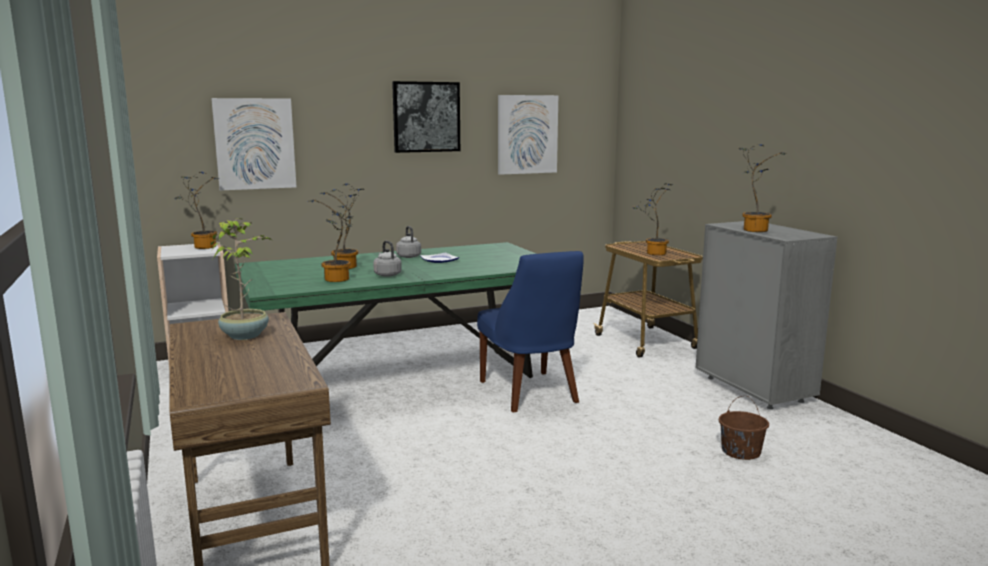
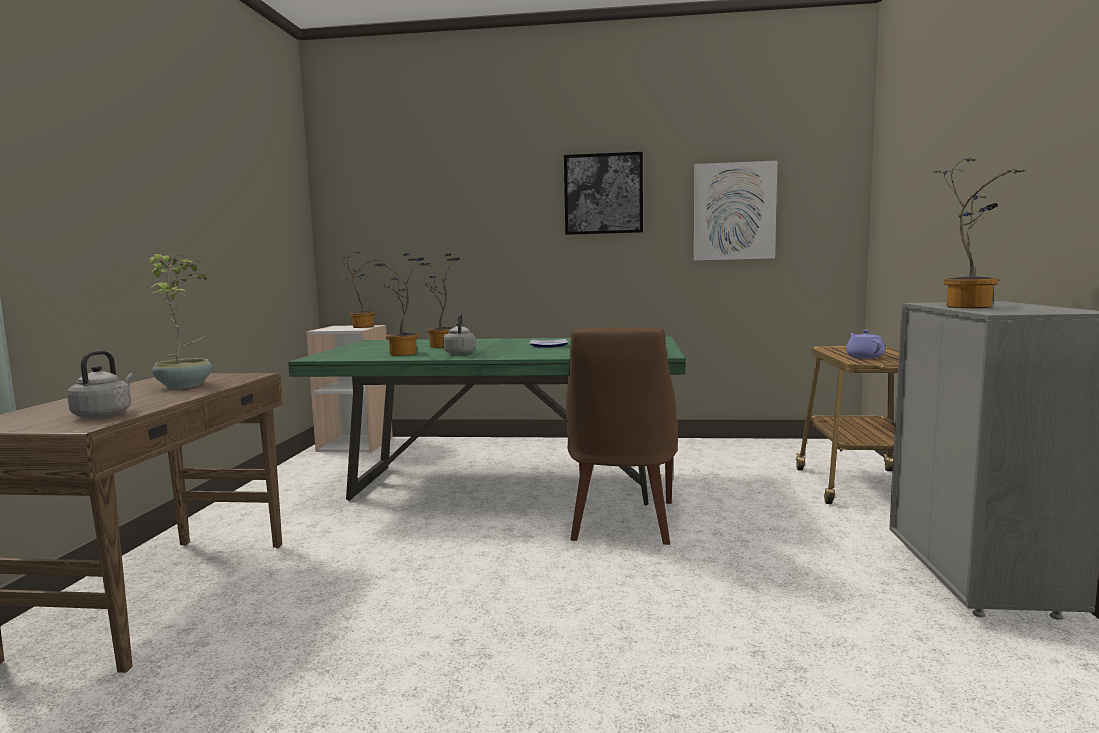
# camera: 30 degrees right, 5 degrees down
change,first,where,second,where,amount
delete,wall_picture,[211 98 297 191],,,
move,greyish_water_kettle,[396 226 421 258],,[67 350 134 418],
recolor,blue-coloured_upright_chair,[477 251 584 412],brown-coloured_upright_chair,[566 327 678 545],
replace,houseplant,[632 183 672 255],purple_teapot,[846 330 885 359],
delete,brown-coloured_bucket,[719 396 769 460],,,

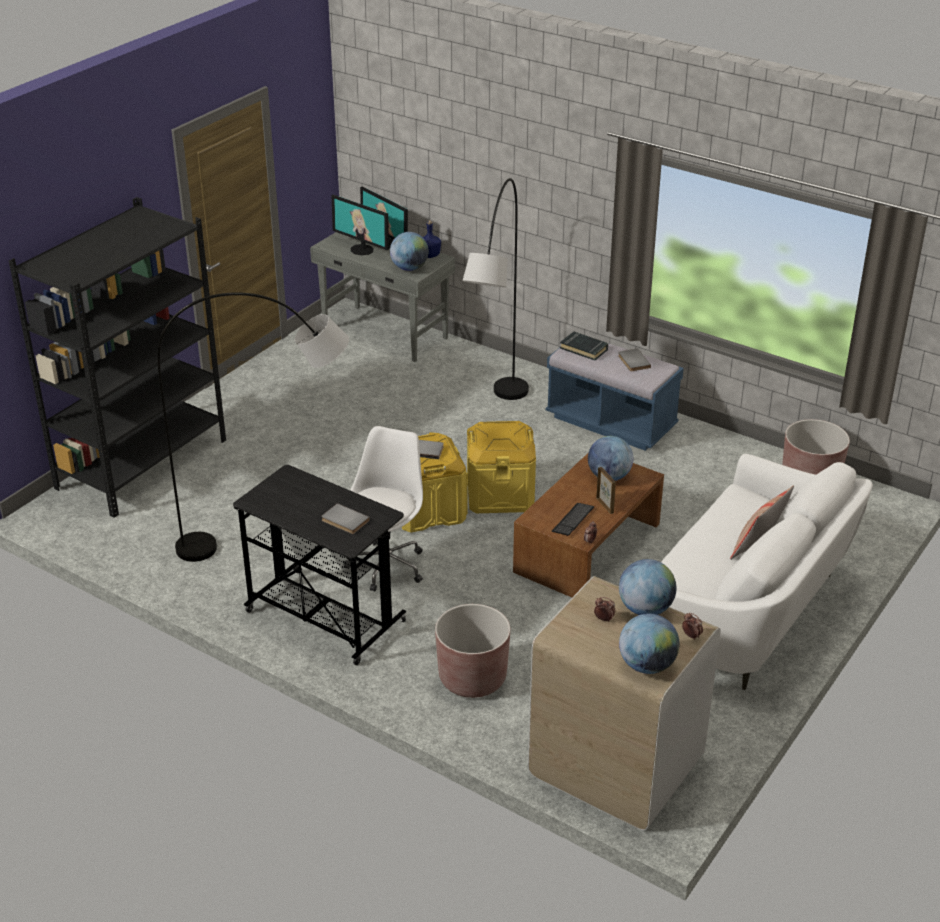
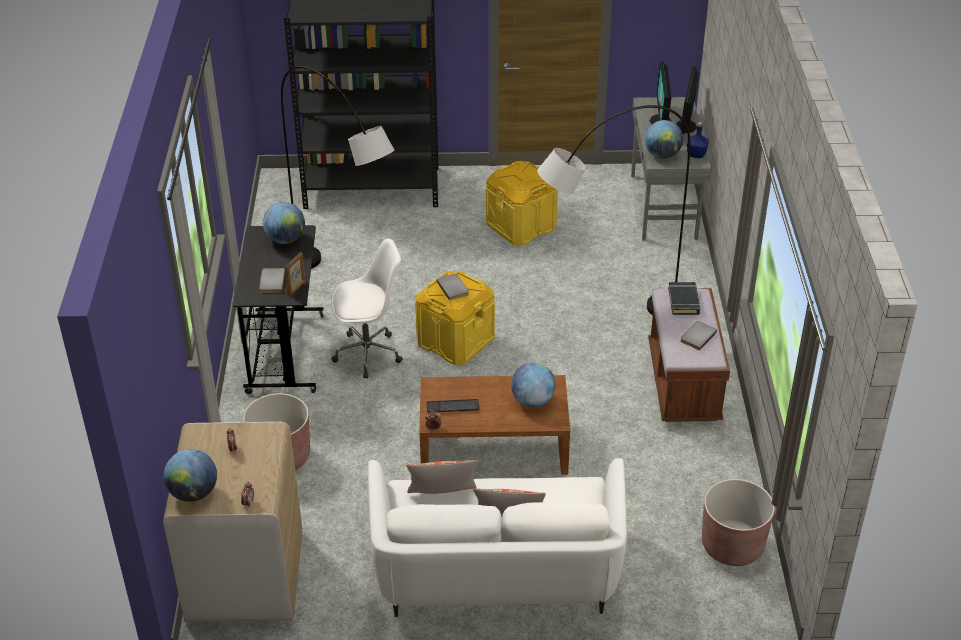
# camera: 55 degrees right, 5 degrees up
change,first,where,second,where,amount
move,yellow_storage_container,[467 421 536 513],,[486 161 558 246],
recolor,blue-coloured_long_seat,[546 343 684 451],brown-coloured_long_seat,[648 288 730 422],
move,picture_frame,[596 467 616 514],,[285 252 306 296],
move,desk_globe,[619 559 676 615],,[263 202 305 244],
insert,,,pillow,[407 460 478 494],

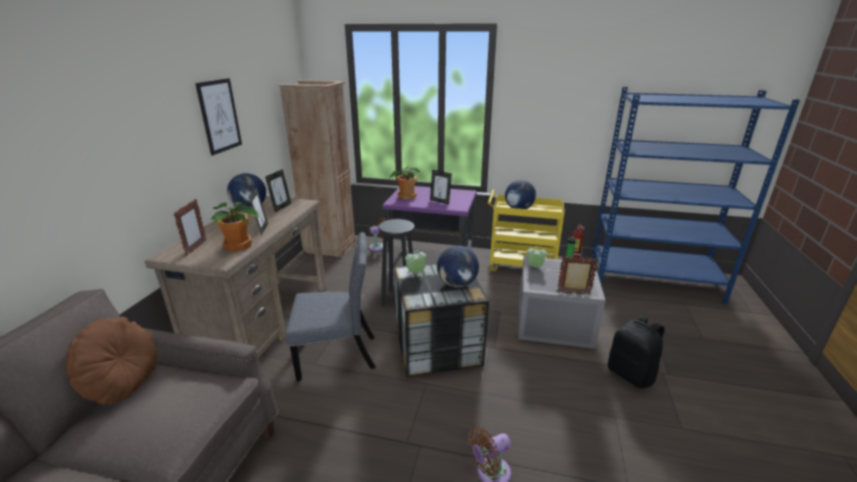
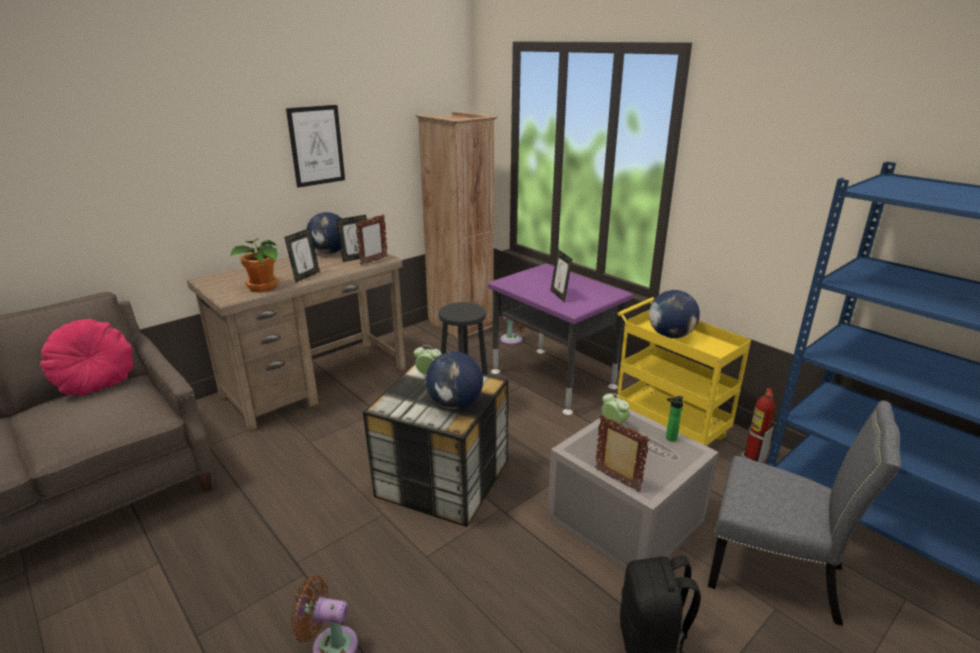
# camera: 35 degrees right, 0 degrees up
change,first,where,second,where,amount
recolor,brown-coloured_pillow,[65 316 157 404],pinkish_pillow,[40 319 133 396],
move,picture_frame,[174 199 207 256],,[355 214 388 265],
move,greyish_upright_chair,[285 232 376 381],,[708 401 901 626],
delete,houseplant,[390 166 420 200],,,

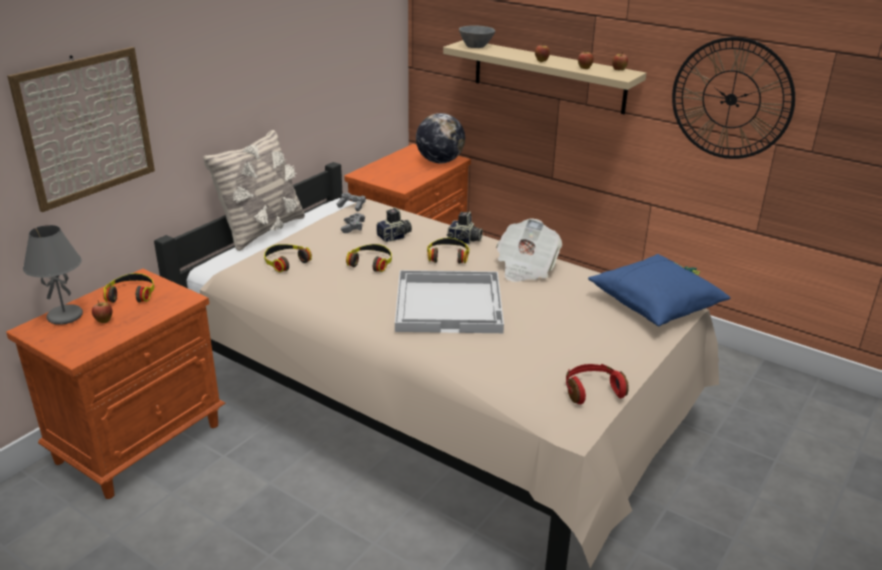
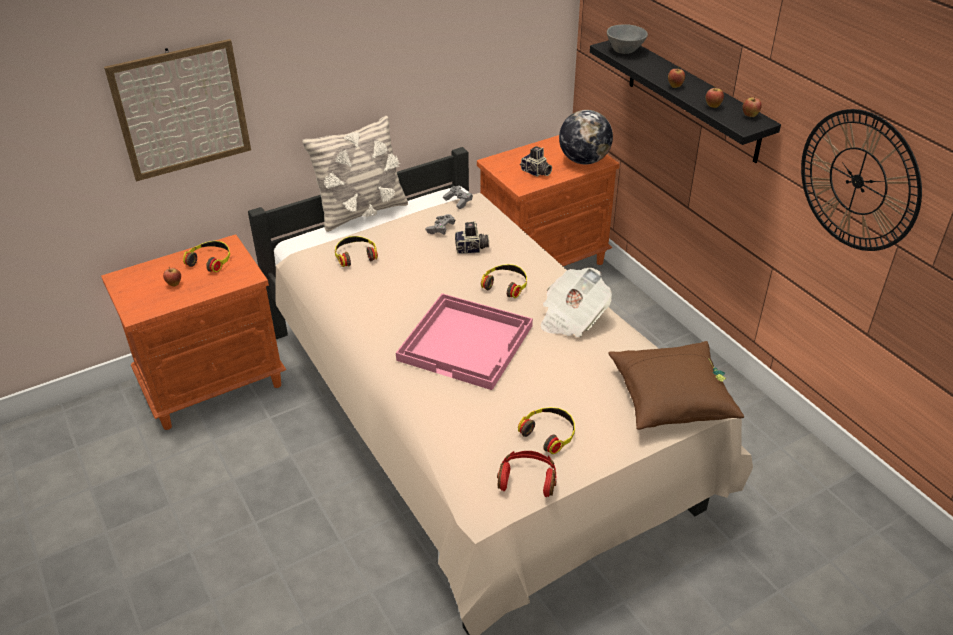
# camera: 25 degrees right, 10 degrees up
change,first,where,second,where,amount
delete,greyish_tabletop_lamp,[23 225 83 325],,,
move,headset,[346 244 392 272],,[518 407 575 454],
recolor,white_serving_tray,[395 270 504 333],pinkish_serving_tray,[396 293 533 390],
recolor,sand-coloured_bracket_shelf,[443 40 646 114],blackish_bracket_shelf,[590 40 781 163],
move,still_camera,[447 211 483 244],,[520 146 552 177],
recolor,blue-coloured_pillow,[588 254 731 326],brown-coloured_pillow,[608 341 744 430],

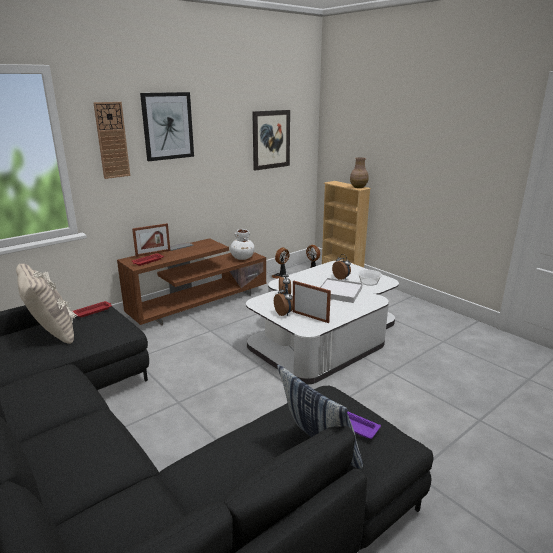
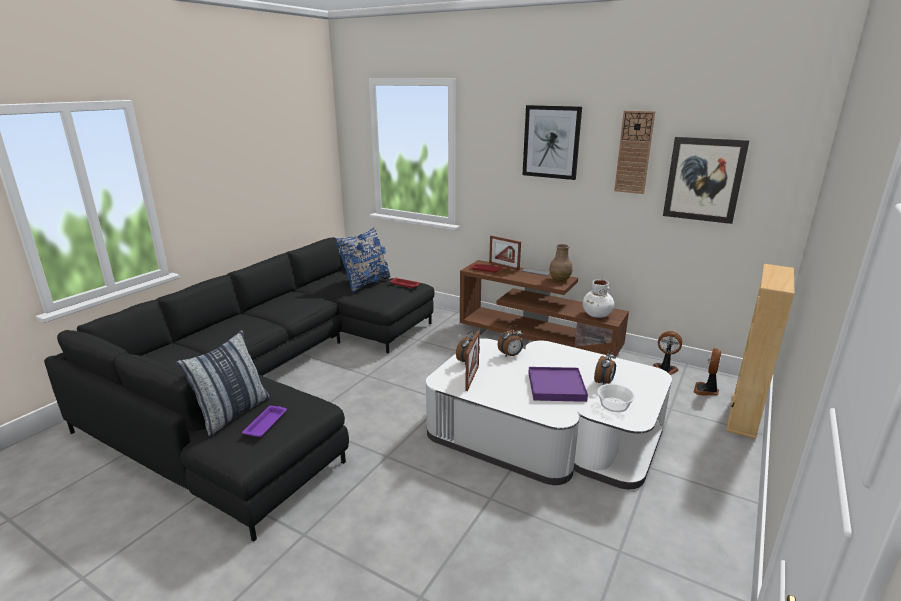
# camera: 70 degrees right, 0 degrees up
change,first,where,second,where,amount
recolor,sand-coloured_pillow,[16 264 77 344],blue-coloured_pillow,[336 227 390 292],
move,clock_on_the_wall,[93 102 130 179],,[614 110 655 194],
recolor,white_serving_tray,[320 278 363 303],purple_serving_tray,[528 367 588 402],
move,brown-coloured_flower_vase,[350 157 369 188],,[549 244 573 282],

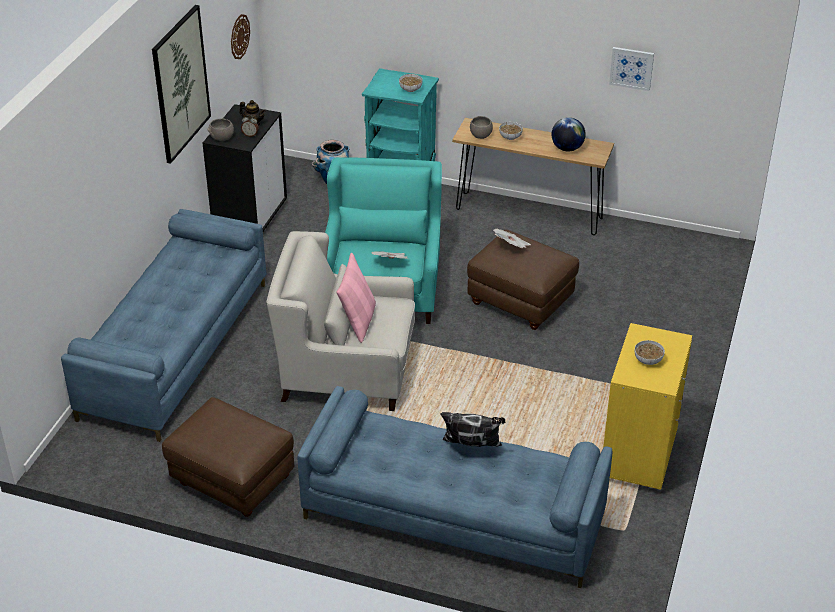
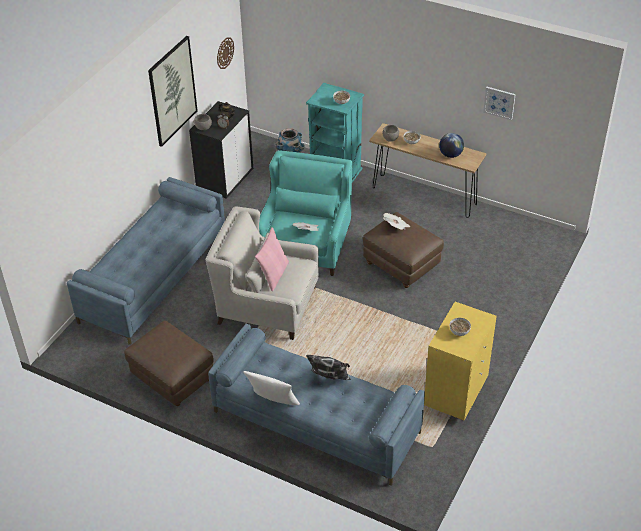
# camera: 10 degrees right, 5 degrees up
change,first,where,second,where,amount
insert,,,white_pillow,[243 371 300 405],

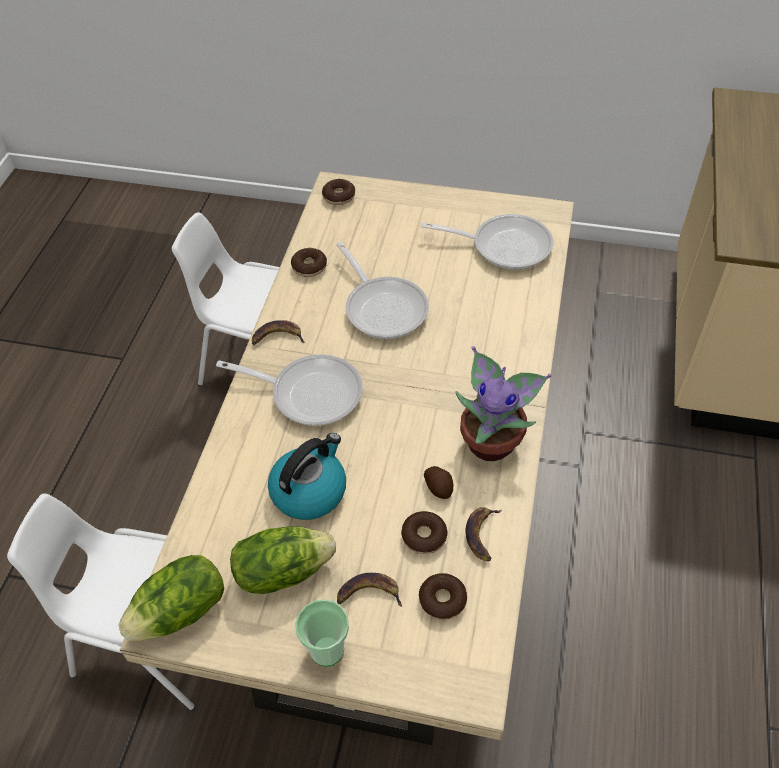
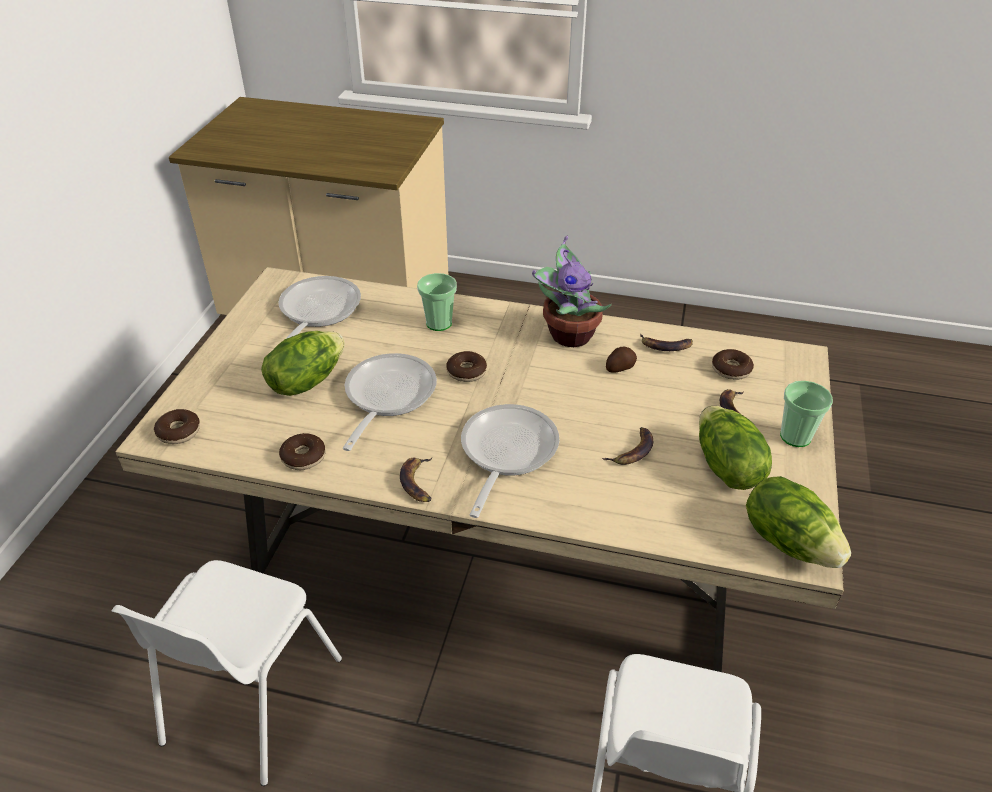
# camera: 90 degrees left, 10 degrees down
change,first,where,second,where,amount
replace,water_kettle,[268 433 346 520],banana_fruit,[602 427 653 465],
rotate,pan,[336 242 429 339],,[343 353 437 451],45 degrees counterclockwise
move,doughnut,[401 511 448 554],,[446 351 487 382],
insert,,,head_of_lettuce,[261 331 345 396],
insert,,,cup,[417 273 457 331],

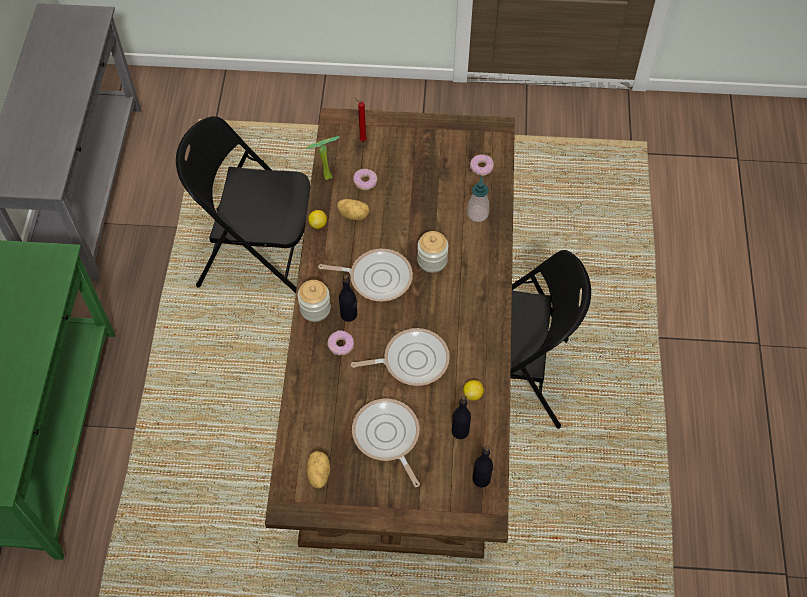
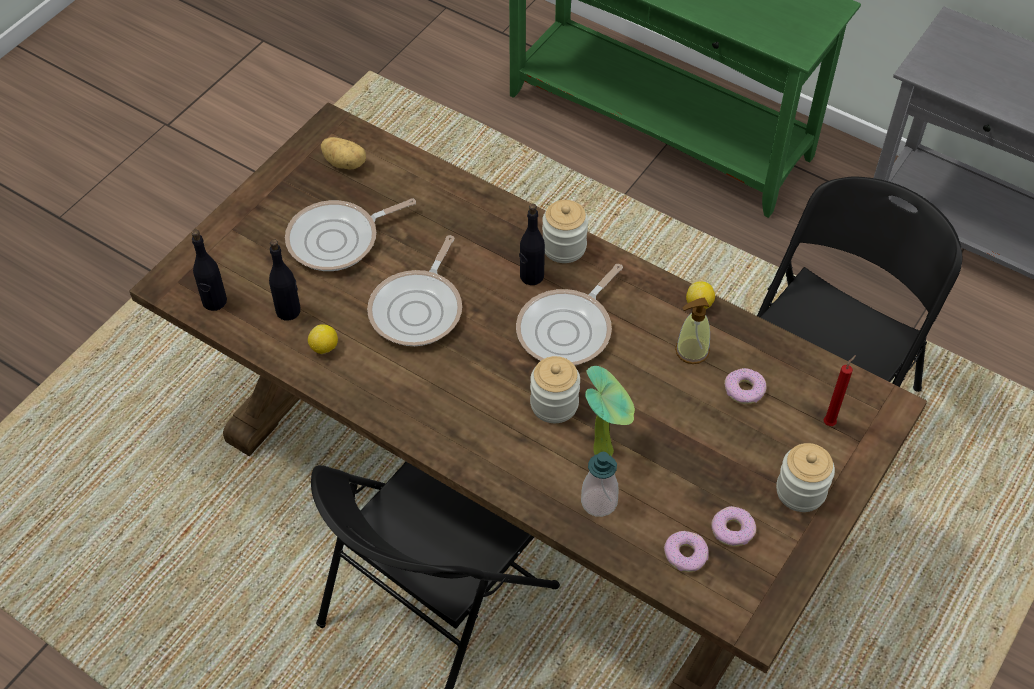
# camera: 120 degrees right, 5 degrees down
change,first,where,second,where,amount
move,houseplant,[306 136 340 180],,[585 366 635 456],
move,doughnut,[327 330 354 356],,[711 506 756 547],
replace,potato,[337 199 370 220],liquid_soap_bottle,[675 297 710 364],
rotate,pan,[352 399 420 487],,[285 198 416 271],150 degrees clockwise
insert,,,preserve_jar,[776 443 835 512],

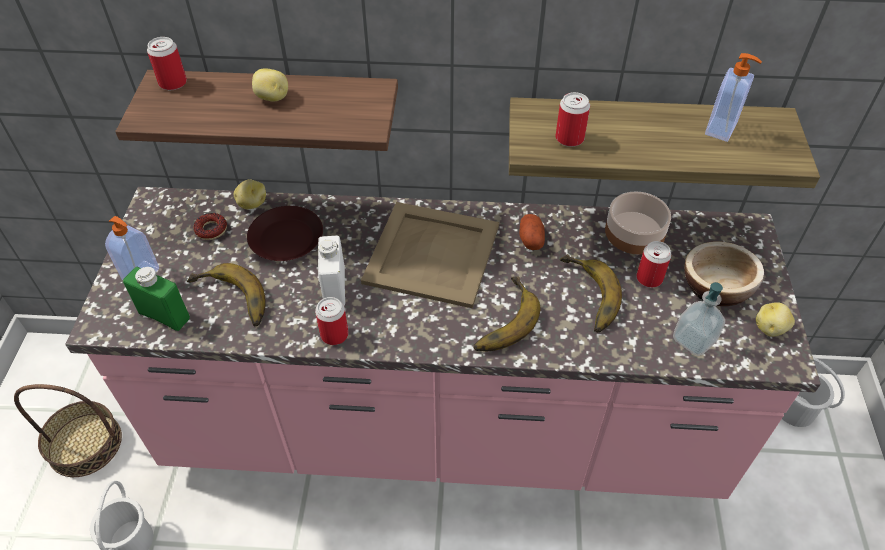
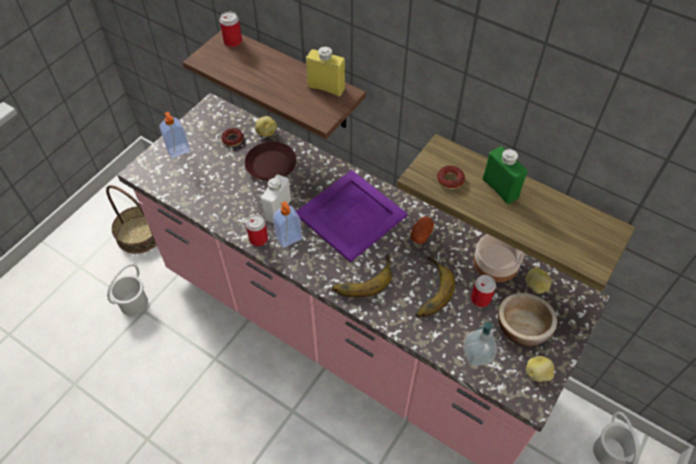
# camera: 30 degrees right, 5 degrees up
change,first,where,second,where,amount
move,green_beverage_bottle,[123 267 190 331],,[483 146 527 204],
delete,banana_fruit,[187 263 265 327],,,
move,potato,[252 68 288 102],,[525 268 551 294],
recolor,sand-coloured_serving_tray,[361 202 499 308],purple_serving_tray,[296 170 407 263],
replace,sealed_can,[556 92 590 147],doughnut,[437 166 465 189],
move,liquid_soap_bottle,[705 53 762 142],,[273 201 302 248],
insert,,,yellow_beverage_bottle,[306 46 345 96],

